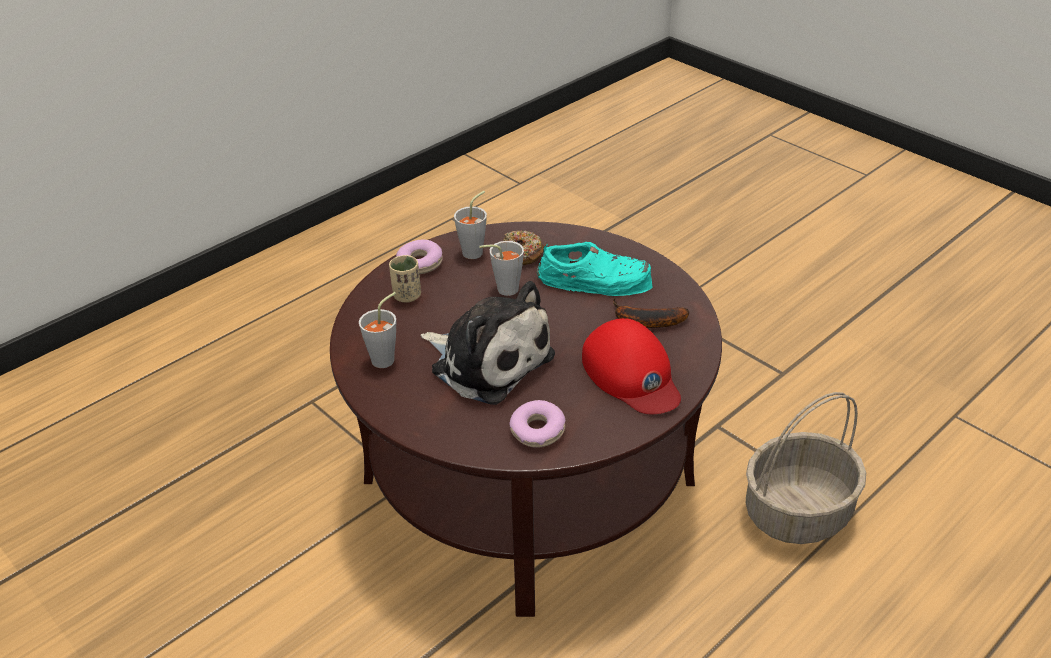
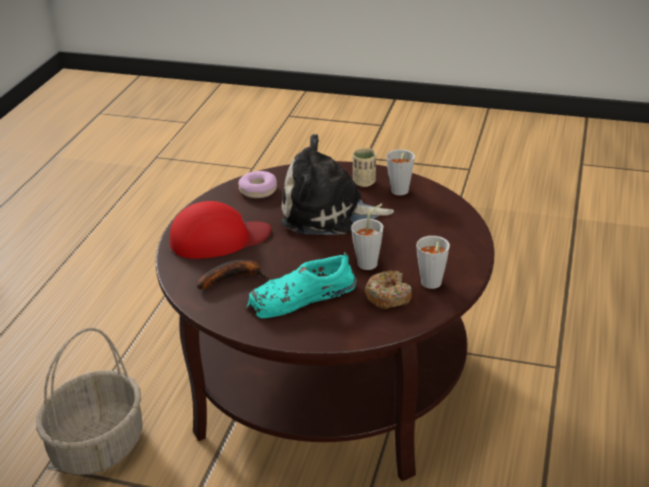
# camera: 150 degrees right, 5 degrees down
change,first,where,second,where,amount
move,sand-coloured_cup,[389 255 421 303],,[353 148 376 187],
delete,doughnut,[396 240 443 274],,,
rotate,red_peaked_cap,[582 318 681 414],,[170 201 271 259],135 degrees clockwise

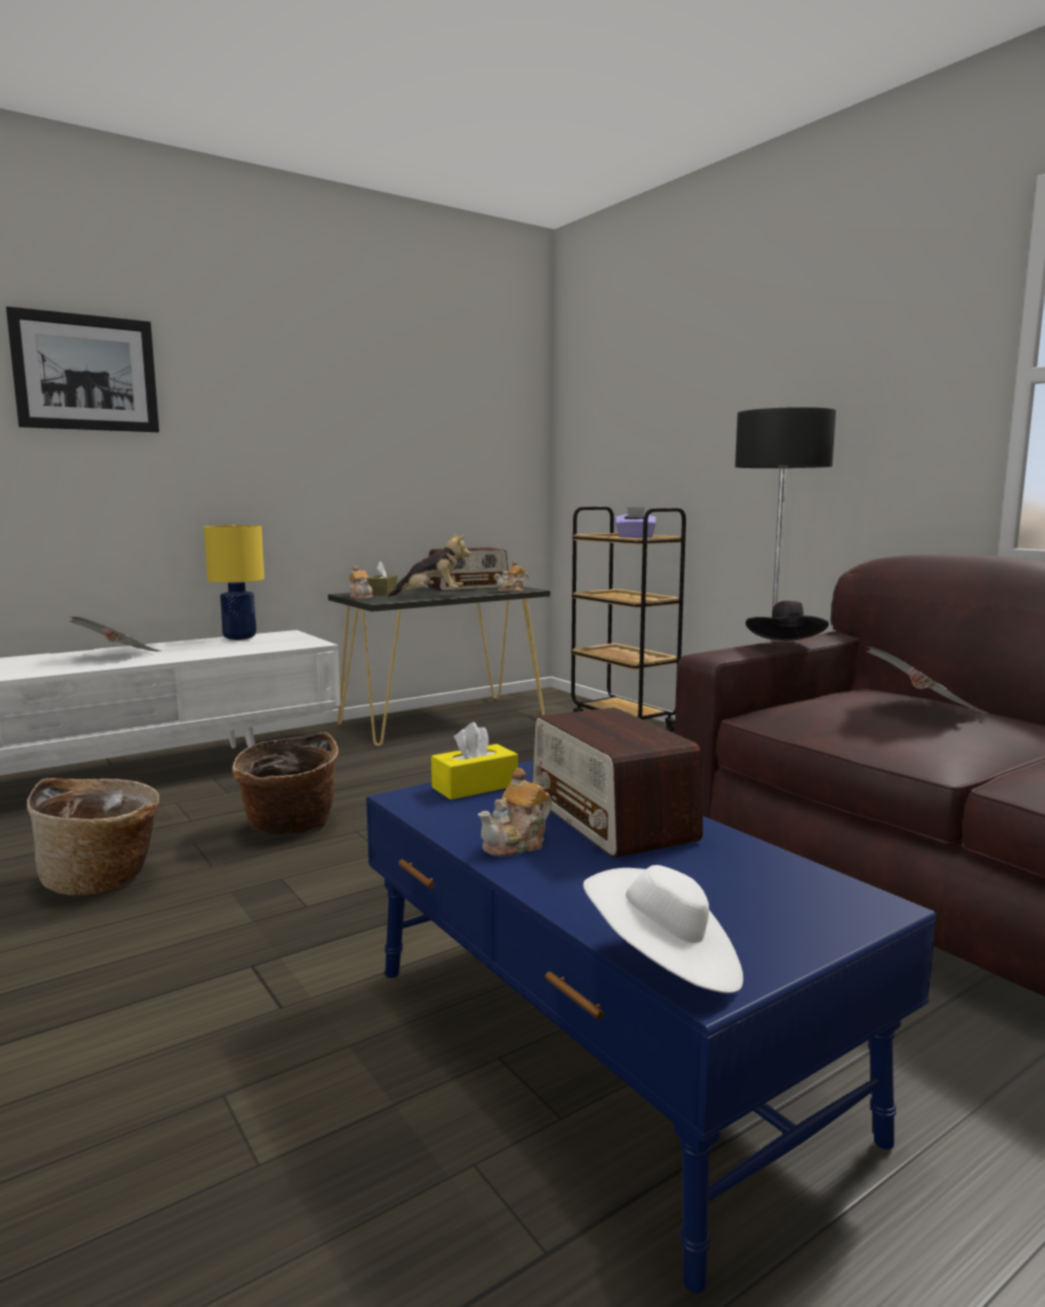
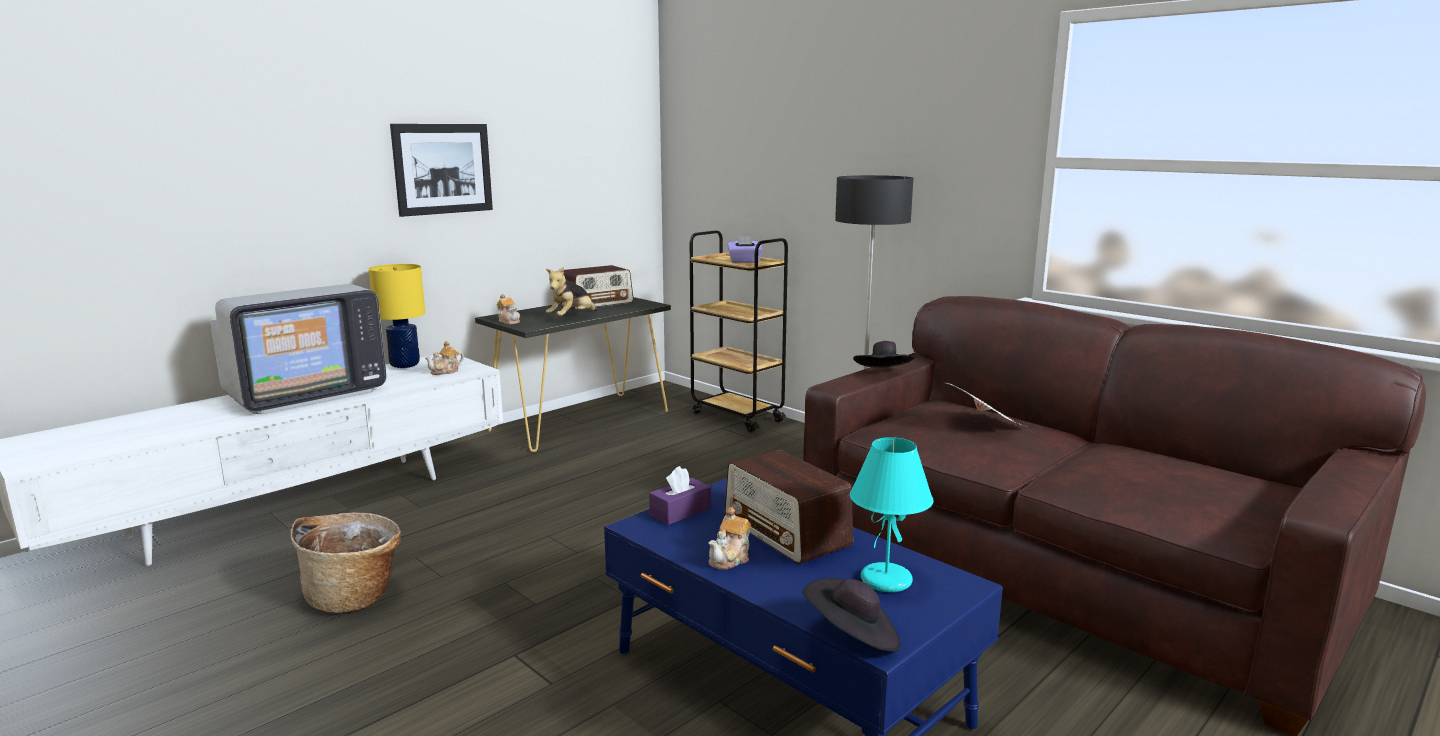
# camera: 10 degrees left, 5 degrees up
change,first,where,second,where,amount
move,wall_picture,[6 306 159 432],,[390 124 493 217],
replace,newspaper,[70 617 161 651],TV,[211 284 386 414],
delete,basket,[232 732 338 834],,,
delete,brown-coloured_tissue_box,[367 561 397 595],,,
rotate,plush_toy,[388 533 470 597],,[546 267 597 316],135 degrees clockwise
recolor,yellow_tissue_box,[431 722 518 800],purple_tissue_box,[649 466 711 525],
move,teapot,[495 561 529 592],,[425 341 464 375],
recolor,white_clothing_hat,[583 865 743 993],blackish_clothing_hat,[803 578 901 652],
insert,,,blue-green_tabletop_lamp,[850 437 934 592],

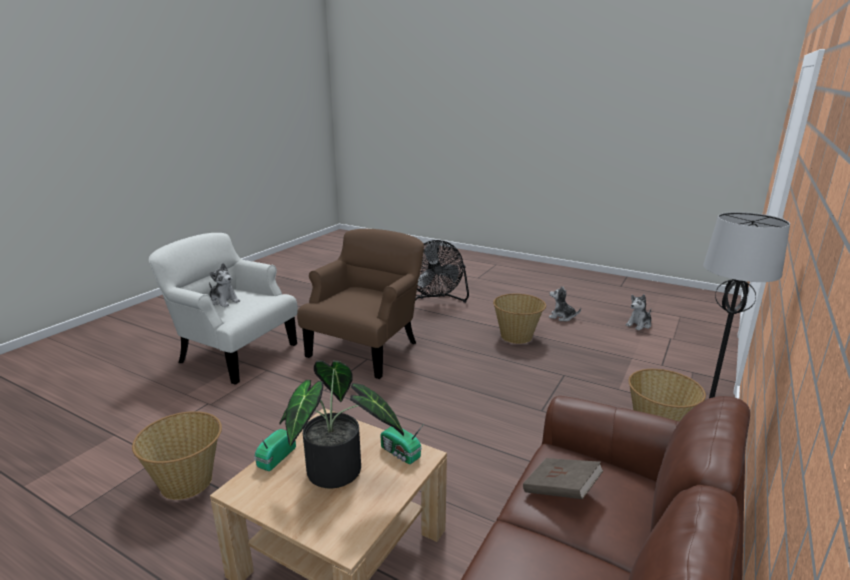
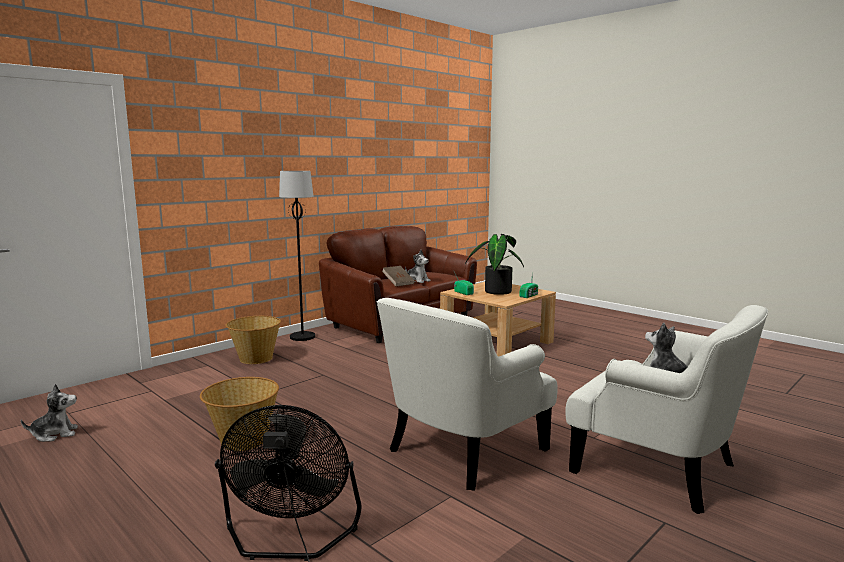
# camera: 165 degrees left, 10 degrees down
change,first,where,second,where,amount
delete,basket,[132 411 222 500],,,
recolor,brown-coloured_easy_chair,[297 229 424 379],white_easy_chair,[377 298 558 491],
move,plush_toy,[549 286 581 321],,[405 250 430 283],

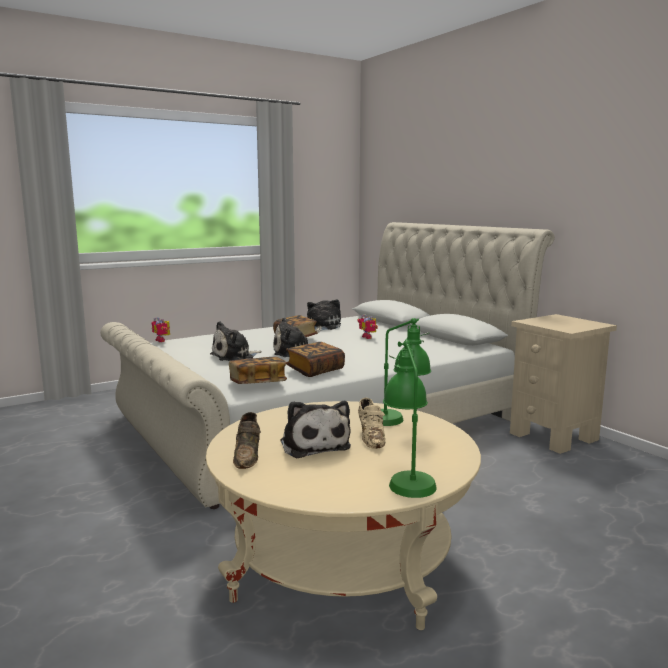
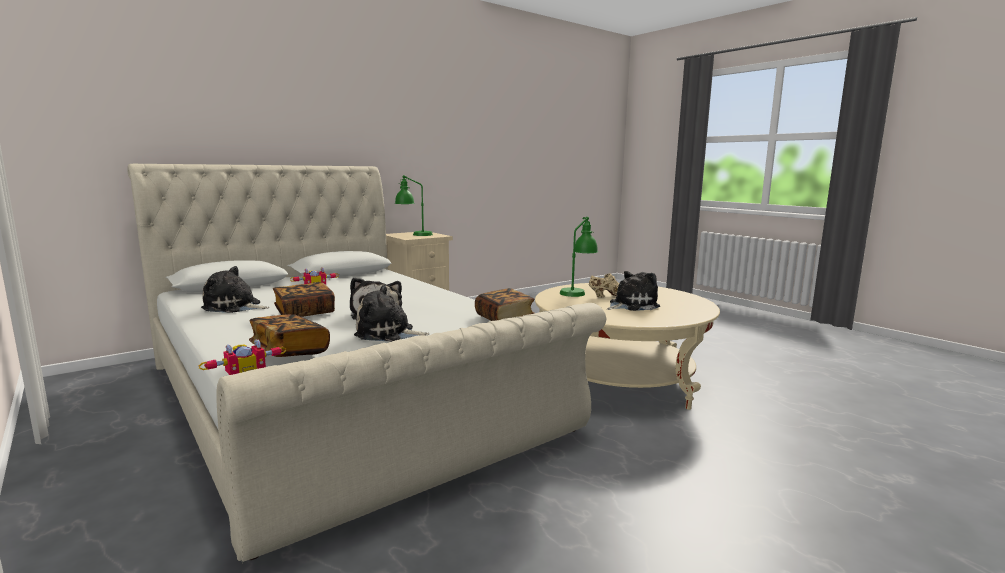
# camera: 95 degrees left, 0 degrees up
change,first,where,second,where,amount
rotate,plush_toy,[210 321 262 361],,[354 285 430 342],135 degrees clockwise
delete,brown-coloured_shoe,[233 412 261 469],,,
move,book,[286 342 345 377],,[249 314 330 357],
move,green_tabletop_lamp,[383 340 437 498],,[395 175 433 236],

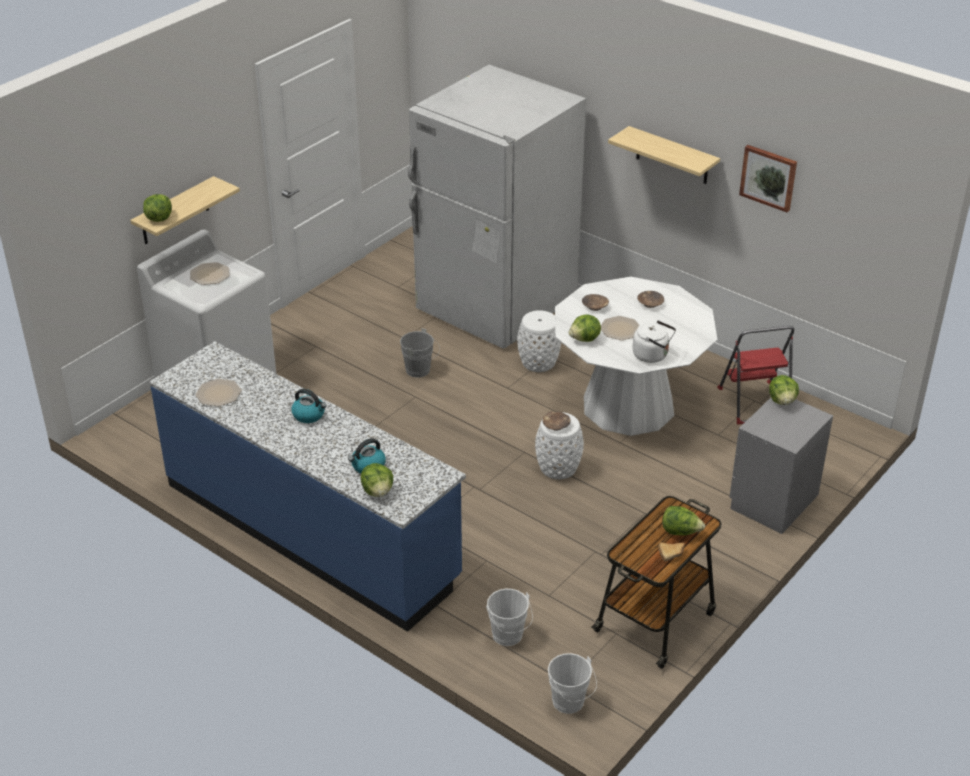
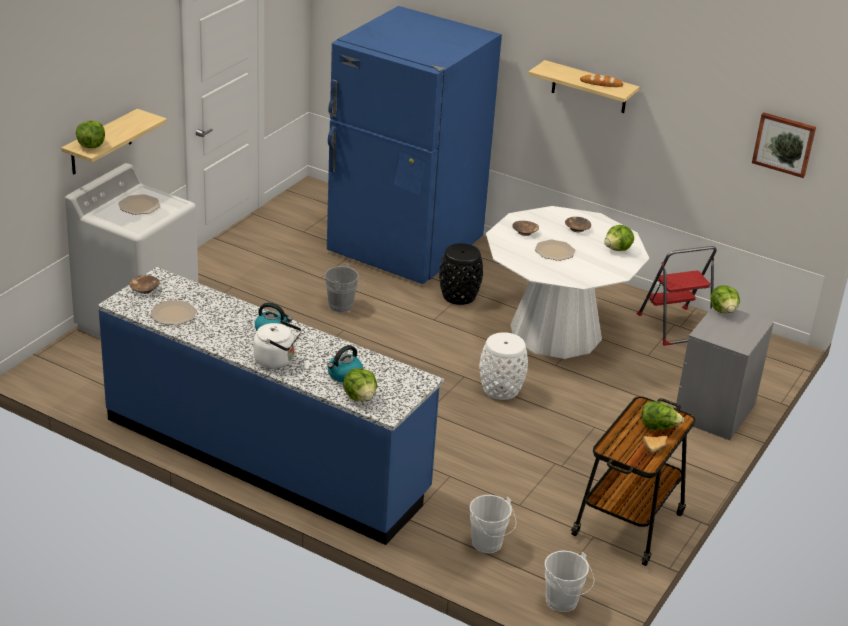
# camera: 10 degrees left, 5 degrees down
change,first,where,second,where,amount
recolor,white_refrigerator,[408 65 586 349],blue-coloured_refrigerator,[327 6 502 284],
recolor,white_stool_seat,[517 310 561 372],blackish_stool_seat,[439 243 483 305],
move,brown-coloured_bowl,[542 411 571 431],,[129 275 160 294],
move,head_of_lettuce,[569 315 601 342],,[604 225 634 251],
move,white_water_kettle,[632 320 676 363],,[253 320 302 369],
move,wall_picture,[739 145 797 212],,[752 112 816 178],
insert,,,bakery_bread,[580 74 623 87],

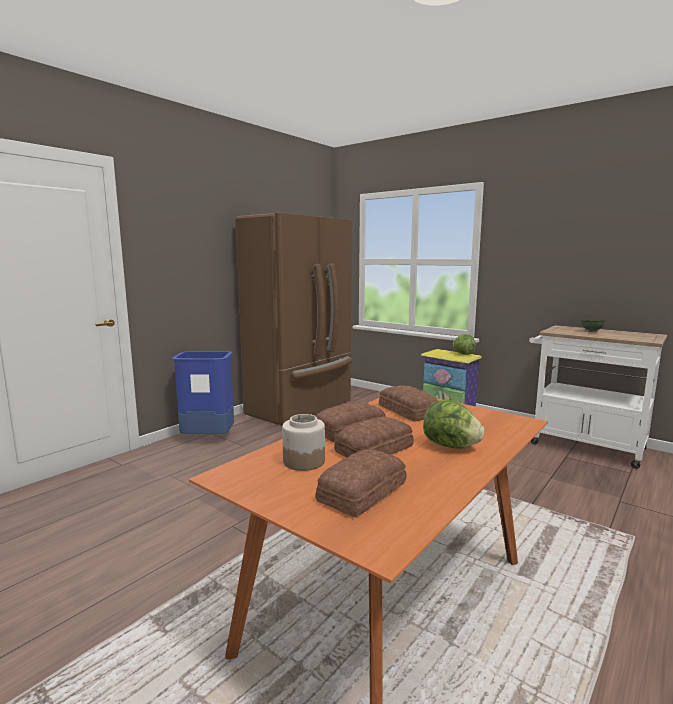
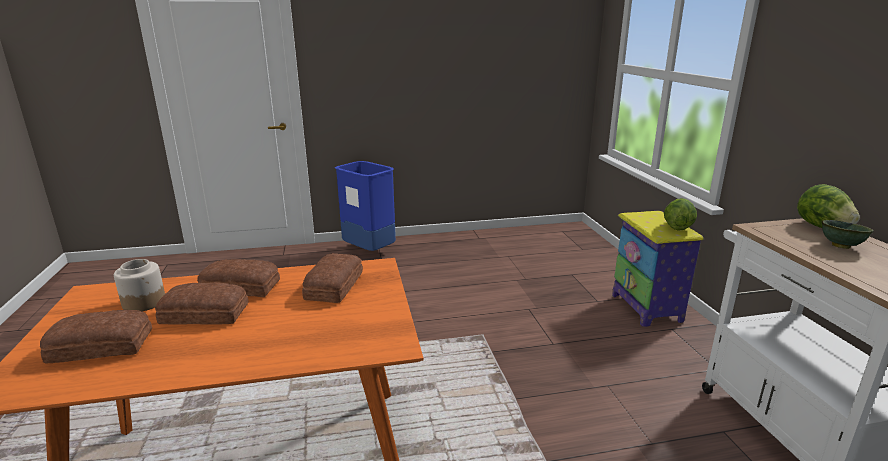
# camera: 40 degrees right, 10 degrees up
change,first,where,second,where,amount
delete,brown-coloured_refrigerator,[235 212 352 426],,,
move,head_of_lettuce,[423 400 484 449],,[797 184 860 228],

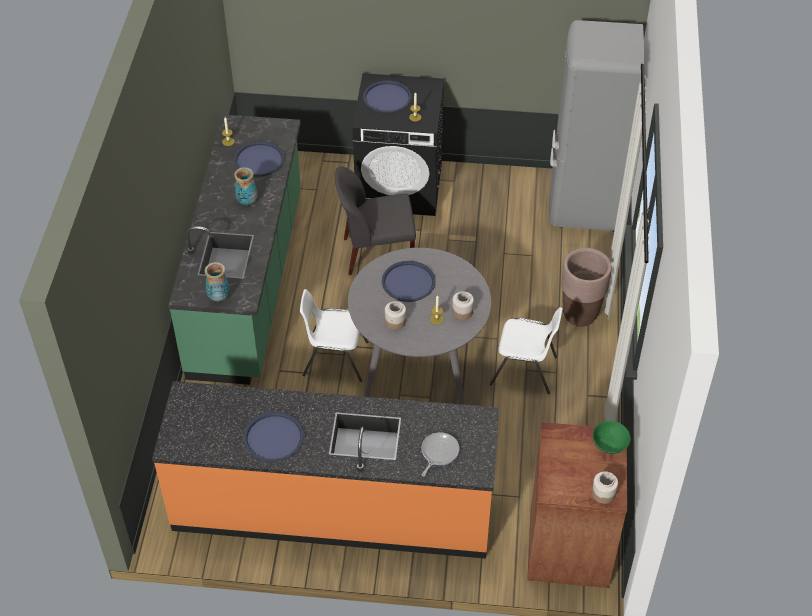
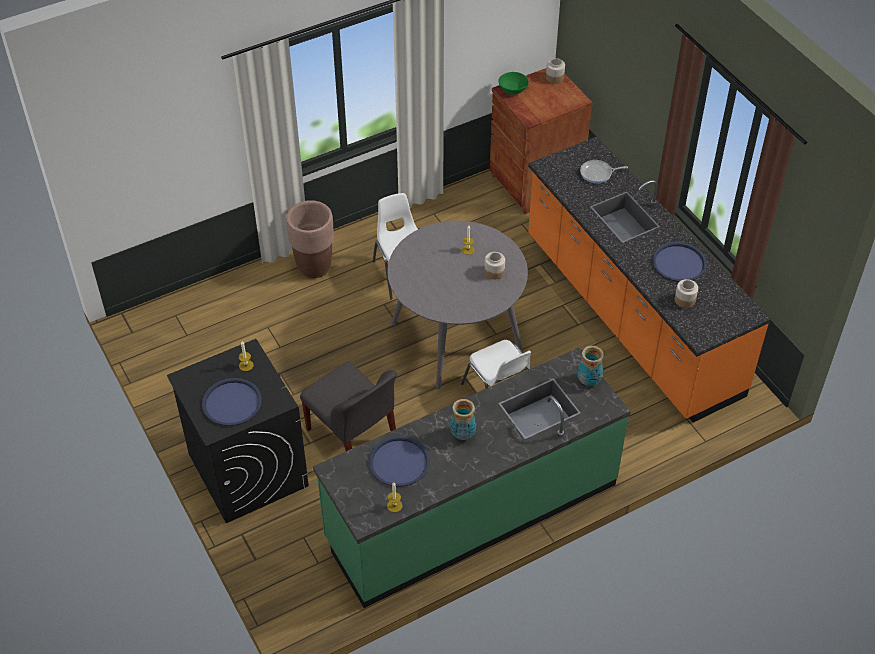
# camera: 125 degrees left, 0 degrees up
change,first,where,second,where,amount
delete,blue-coloured_serving_tray,[382 261 435 302],,,
move,preserve_jar,[452 291 474 320],,[675 279 698 308],
delete,greyish_refrigerator,[549 20 644 232],,,

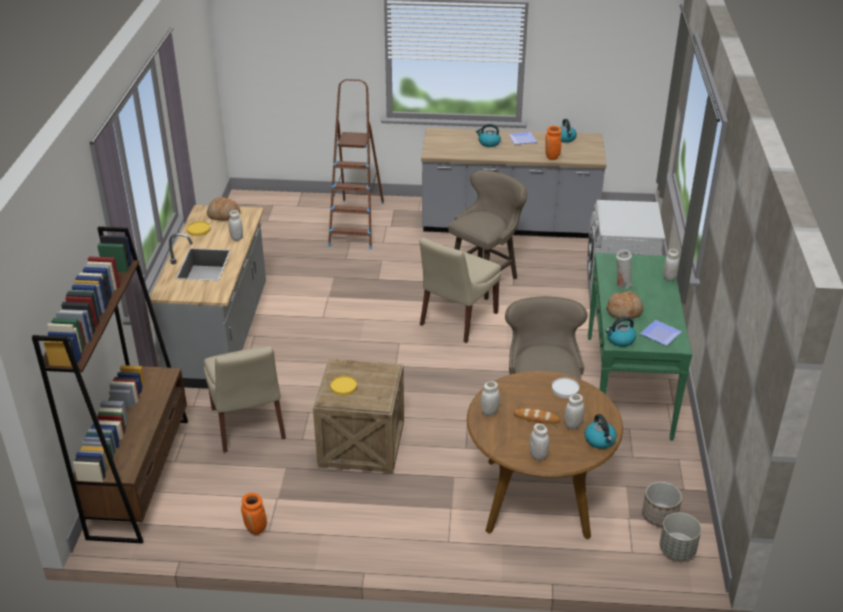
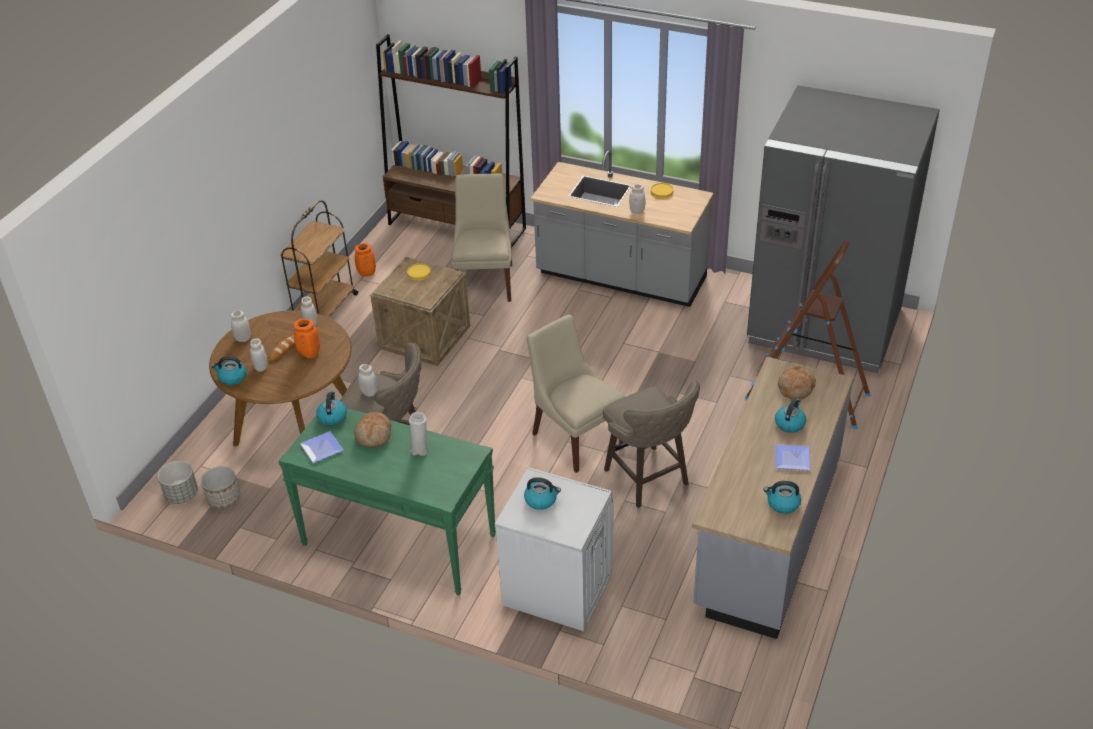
# camera: 110 degrees right, 5 degrees up
change,first,where,second,where,amount
rotate,sand-coloured_upright_chair,[204 346 286 453],,[451 173 512 302],90 degrees clockwise
move,bakery_bread,[207 197 240 221],,[778 365 816 400],
move,orangey_flower_vase,[545 126 562 160],,[294 319 320 358],
delete,white_flat_dish,[552 377 579 398],,,
move,white_preserve_jar,[663 249 679 281],,[358 364 377 396],
insert,,,brown-coloured_cart,[280 200 358 318],
insert,,,water_kettle,[524 477 561 510],
insert,,,greyish_refrigerator,[747 85 940 373],

